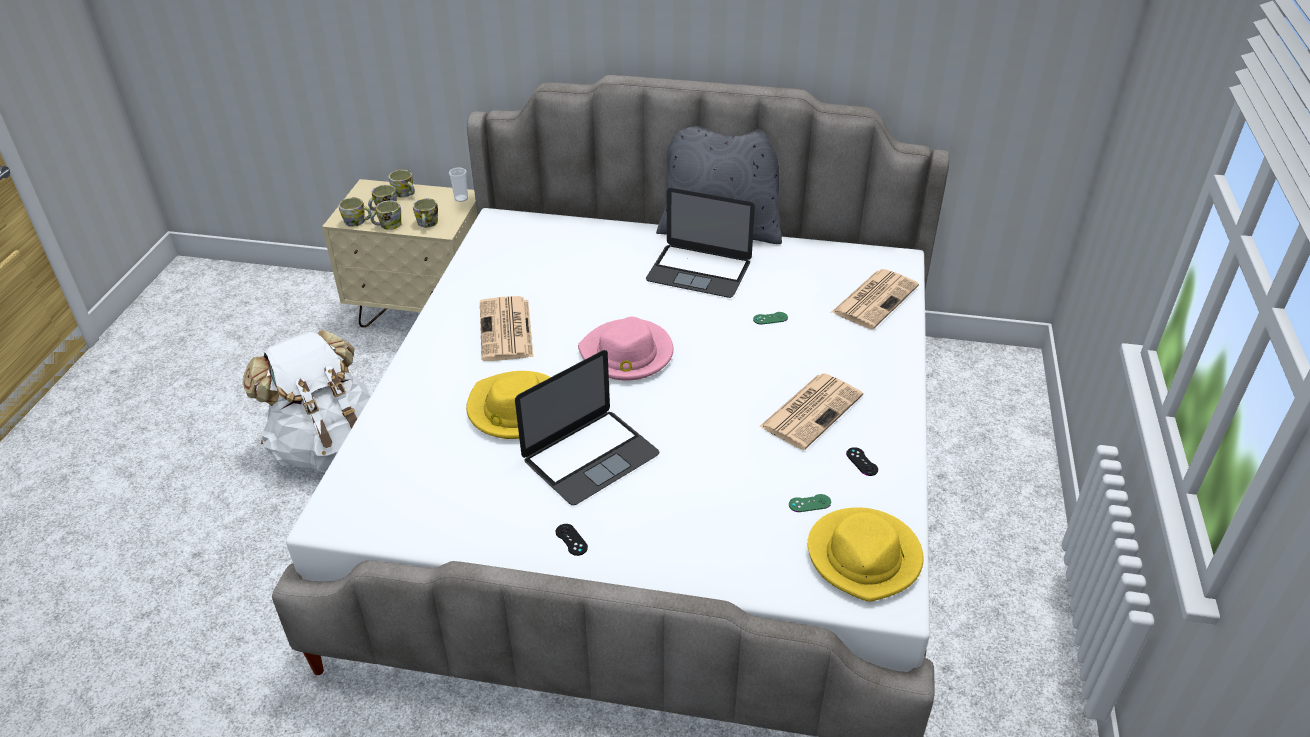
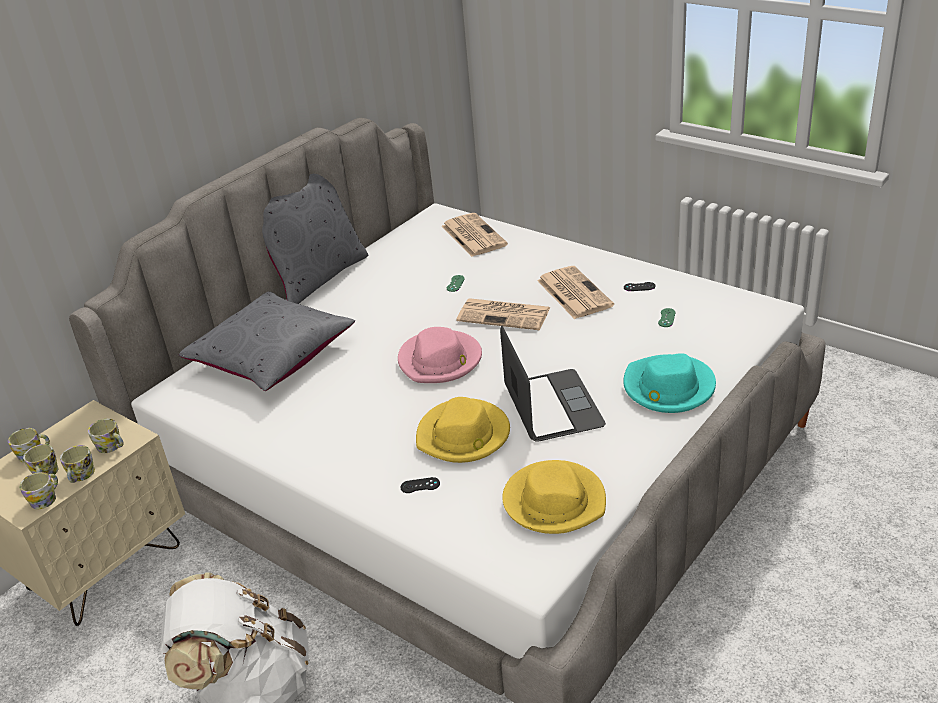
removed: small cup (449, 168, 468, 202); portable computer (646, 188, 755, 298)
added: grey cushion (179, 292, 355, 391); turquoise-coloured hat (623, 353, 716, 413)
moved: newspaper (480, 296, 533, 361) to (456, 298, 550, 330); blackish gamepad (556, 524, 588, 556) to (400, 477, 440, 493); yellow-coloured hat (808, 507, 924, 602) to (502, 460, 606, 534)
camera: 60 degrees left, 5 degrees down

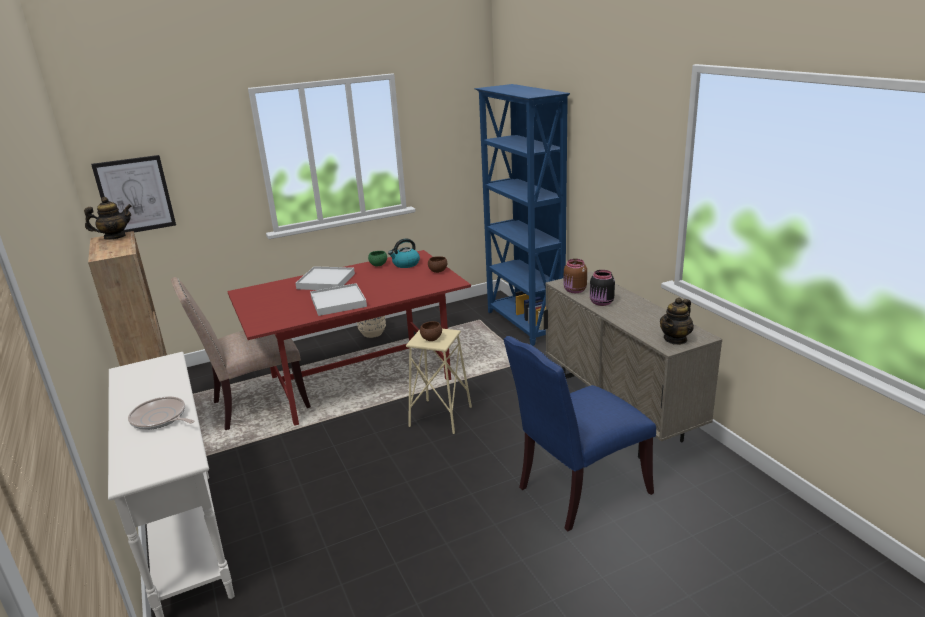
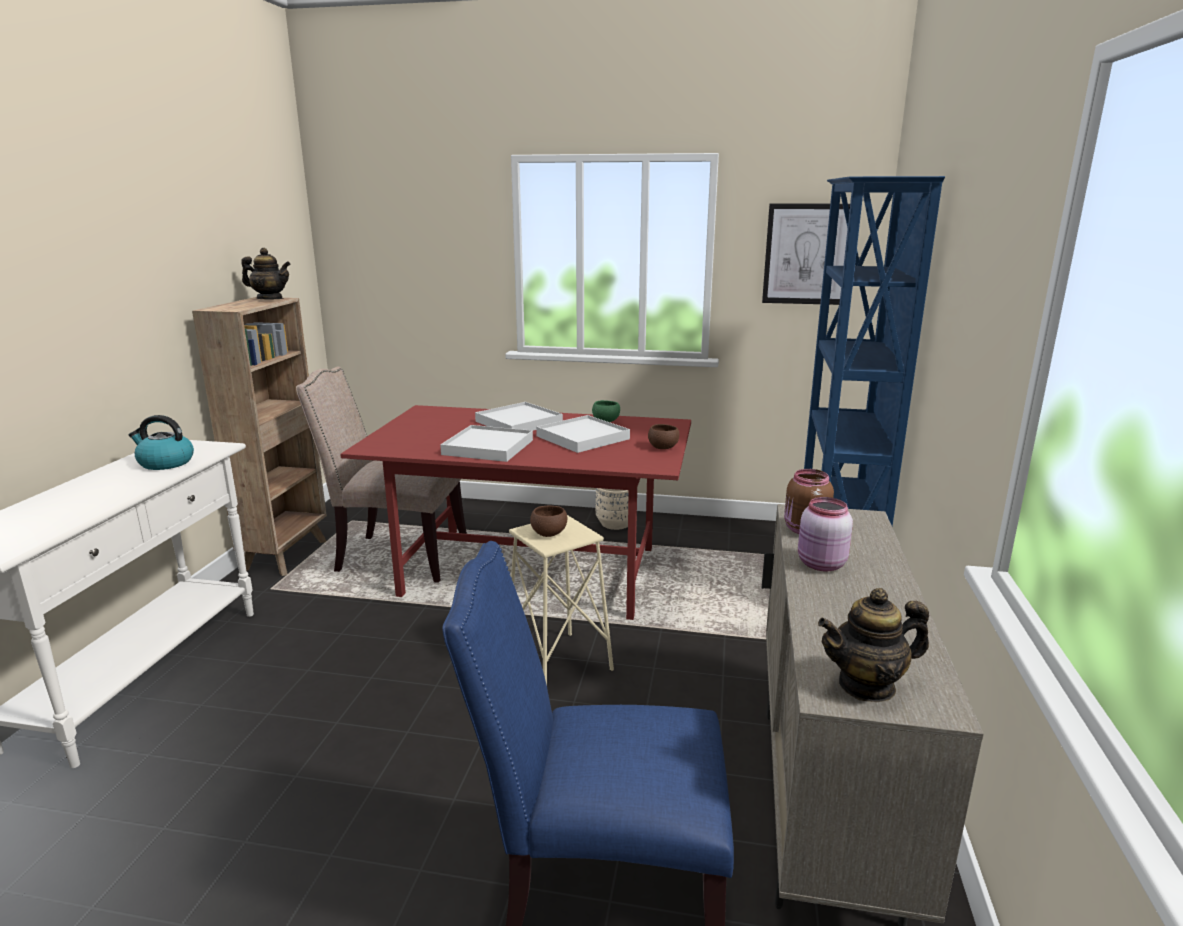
removed: pan (128, 396, 195, 430)
added: white-coloured tray (536, 415, 630, 453)
moved: picture (91, 155, 176, 232) to (762, 203, 850, 305); tea kettle (388, 238, 420, 268) to (129, 415, 194, 470)
recoloured: blackish jar (590, 270, 615, 306) to pink-coloured jar (798, 497, 853, 571)
camera: 35 degrees right, 5 degrees down

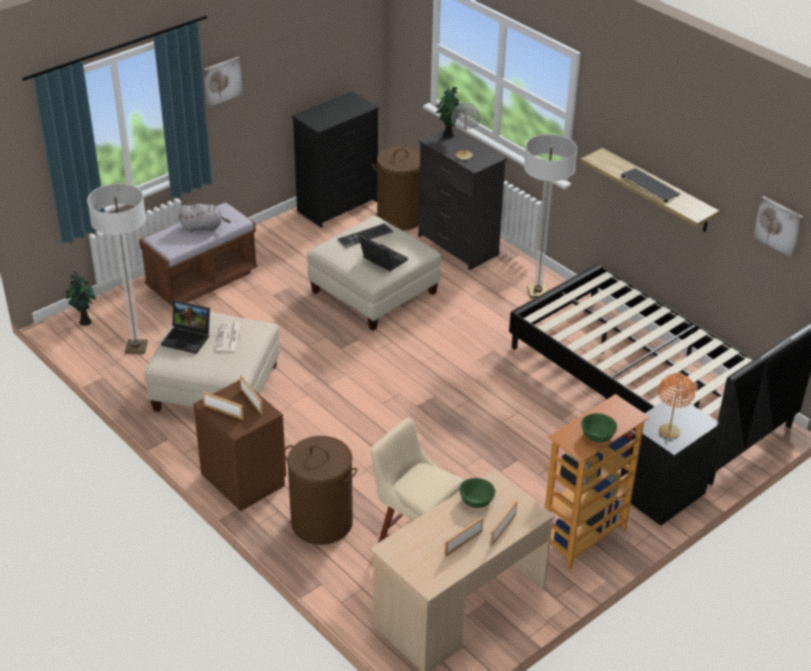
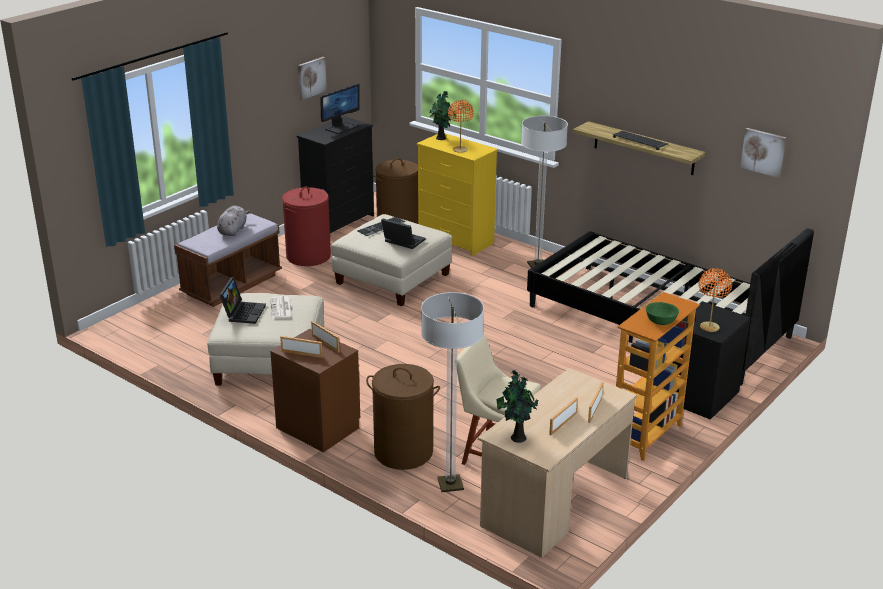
removed: greenish deep dish (459, 478, 495, 508)
added: red-coloured hamper (282, 186, 331, 266); computer screen (320, 83, 360, 134)
moved: houseplant (65, 271, 96, 326) to (496, 370, 539, 443); standing lamp (87, 183, 148, 354) to (421, 292, 484, 492); picture (204, 57, 243, 107) to (298, 57, 327, 100)
recoloured: blackish chest of drawers (418, 127, 507, 270) to yellow-coloured chest of drawers (417, 133, 498, 256); grey table lamp (451, 103, 481, 160) to orangey table lamp (448, 100, 474, 153)
turned: portable computer (161, 300, 210, 354) = (220, 277, 266, 324) 90 degrees counterclockwise; grey plush toy (178, 204, 231, 232) = (217, 206, 250, 236) 60 degrees counterclockwise
camera: 10 degrees left, 10 degrees down

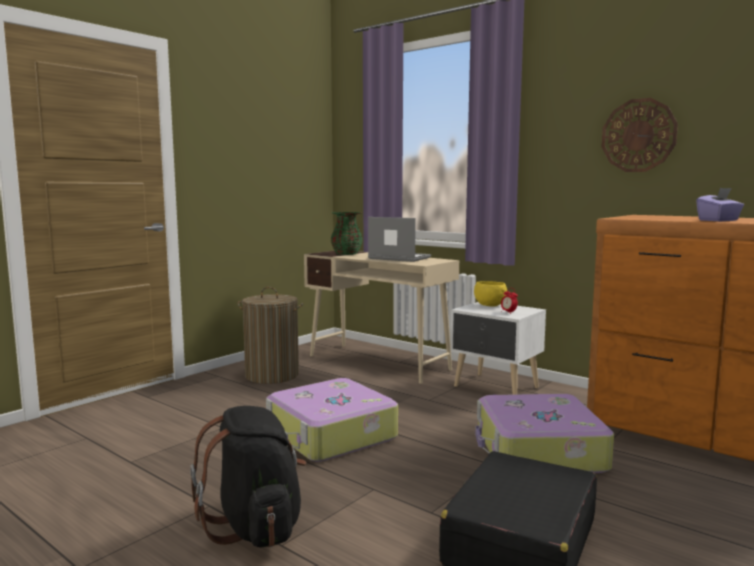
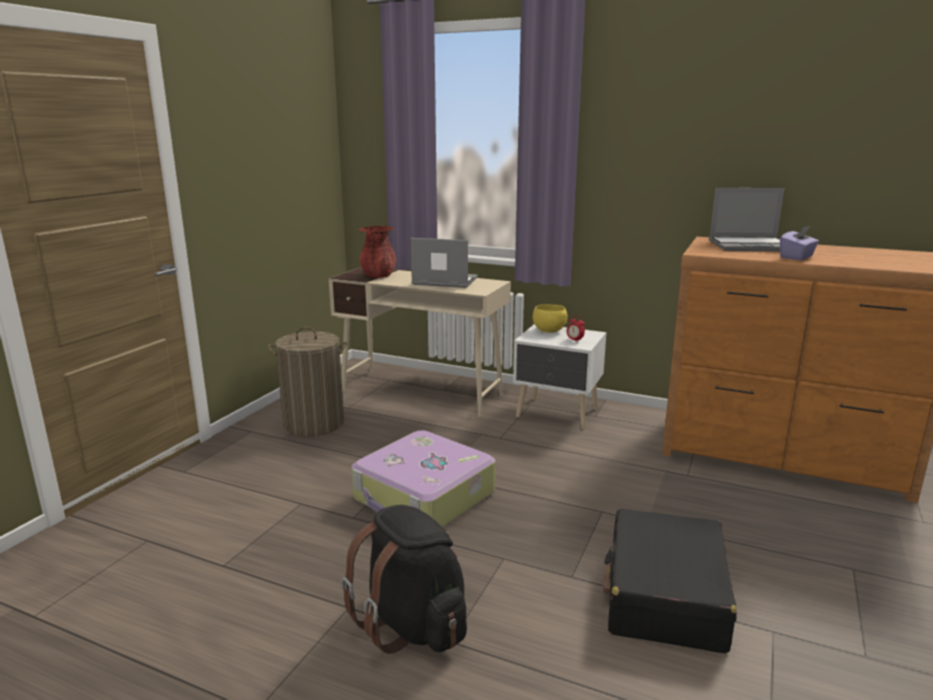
removed: travel case (475, 394, 614, 473); wall clock (601, 98, 678, 172)
added: portable computer (709, 188, 784, 252)
recoloured: greenish flower vase (331, 212, 363, 255) to red-coloured flower vase (359, 226, 396, 278)
camera: 15 degrees left, 10 degrees up

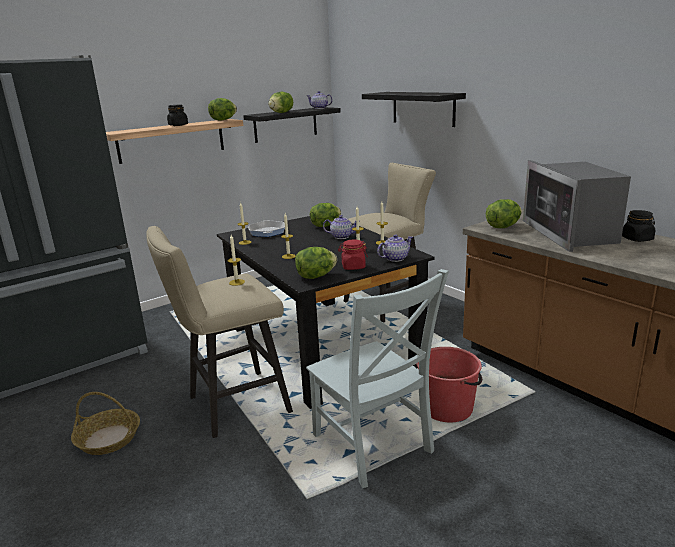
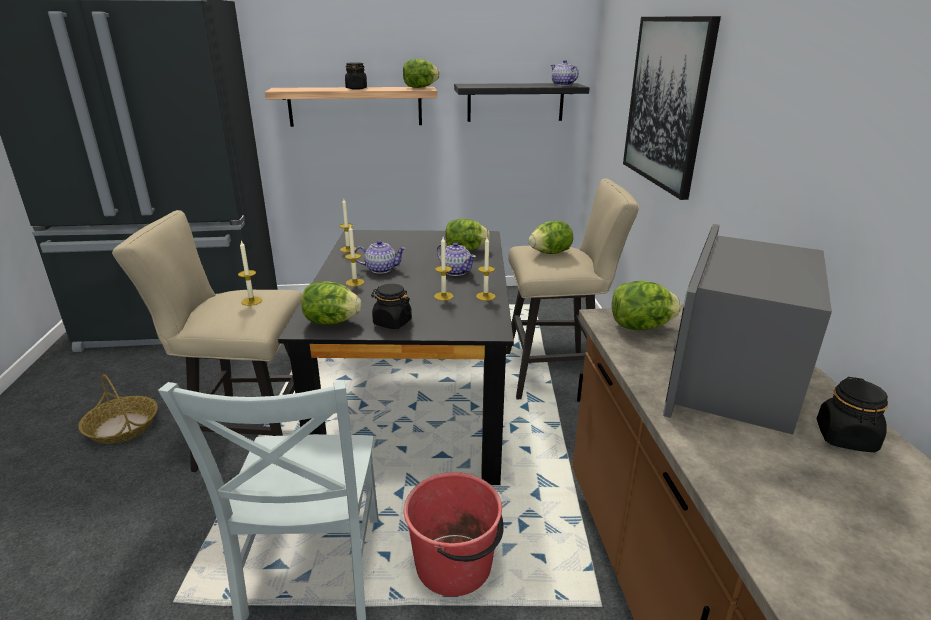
removed: pan (248, 220, 285, 237)
moved: head of lettuce (268, 92, 293, 113) to (528, 221, 573, 254); teapot (377, 234, 413, 262) to (355, 240, 406, 274)
replaced: blackish bracket shelf (362, 92, 466, 127) to picture (623, 16, 721, 200)
recoloured: red-coloured jar (338, 240, 368, 270) to blackish jar (371, 284, 412, 329)
camera: 30 degrees right, 5 degrees up

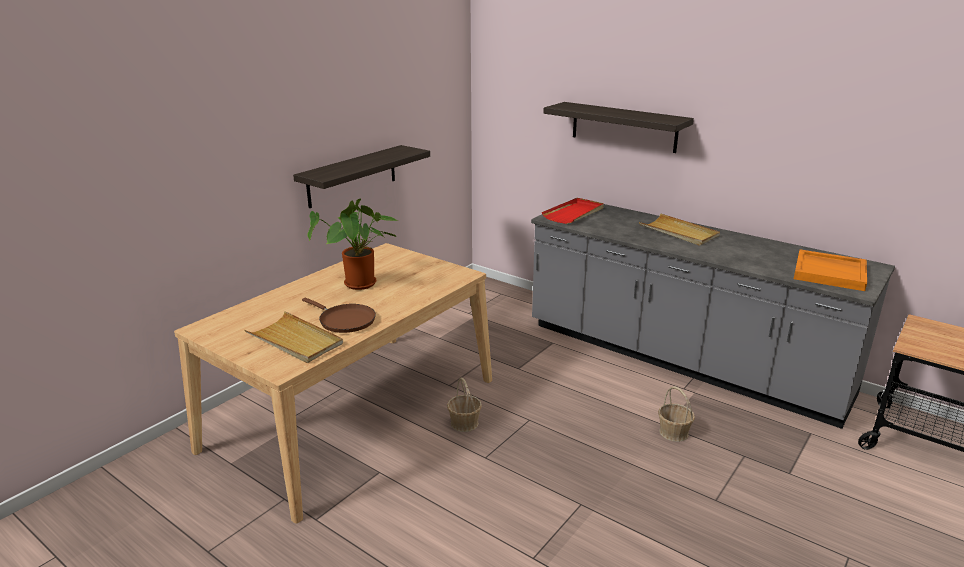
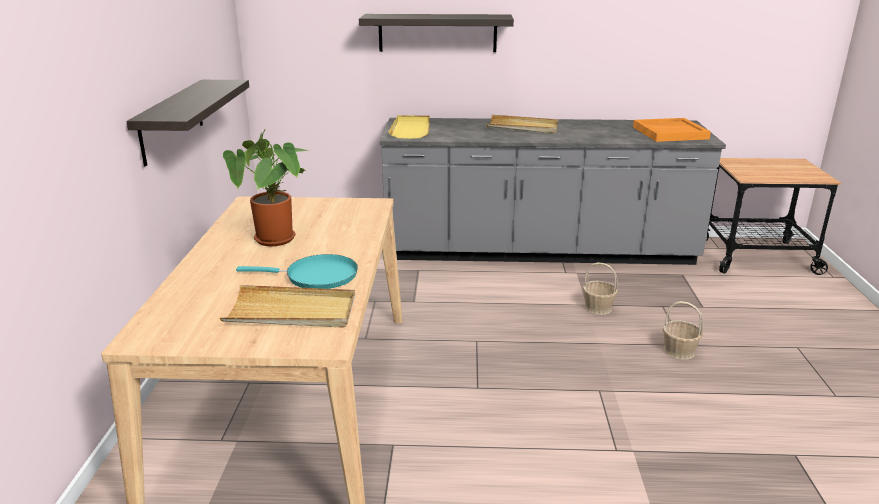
moved: storage basket (447, 378, 482, 432) to (663, 301, 703, 360)
recoloured: brown-coloured pan (302, 298, 376, 333) to turquoise-coloured pan (236, 254, 358, 289); red-coloured tray (542, 198, 604, 224) to yellow-coloured tray (388, 115, 430, 139)
camera: 35 degrees left, 0 degrees up

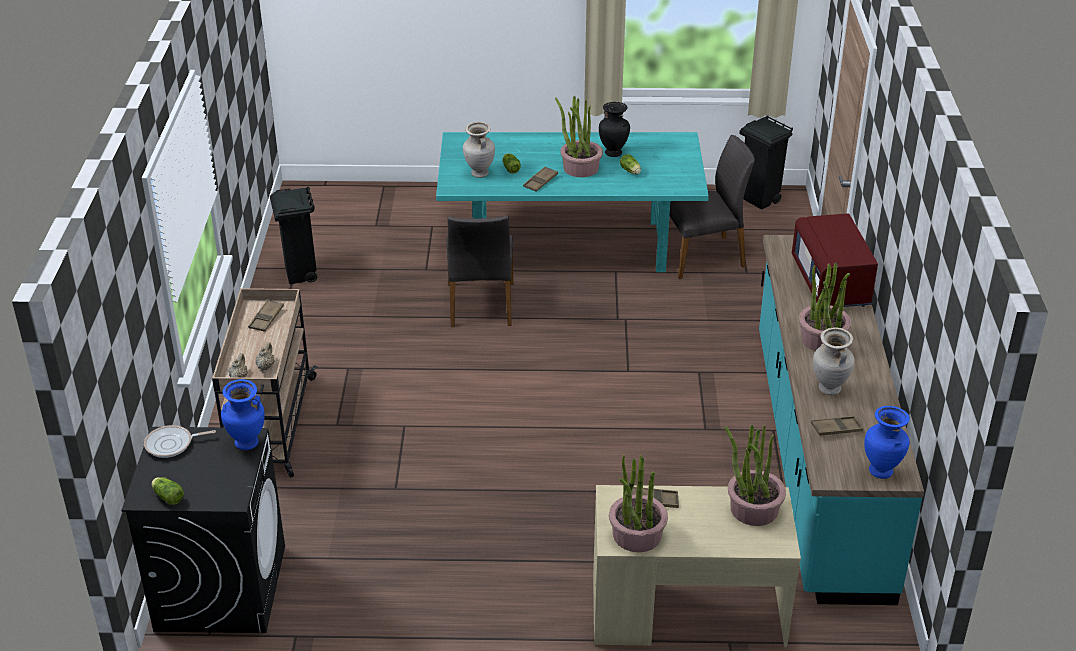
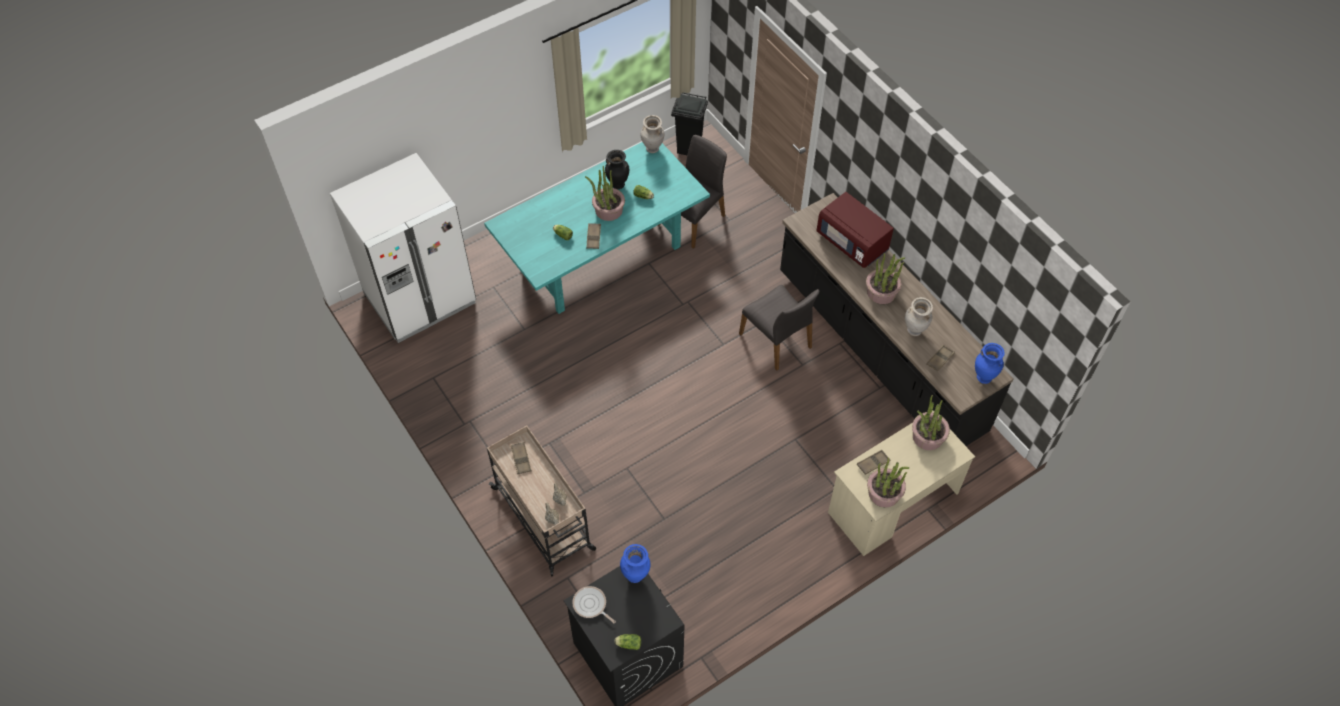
removed: blackish trash can (270, 186, 317, 284)
added: white-coloured fridge (330, 153, 476, 343)
moved: grey upright chair (446, 215, 513, 327) to (739, 285, 819, 371); sand-coloured flower vase (463, 122, 495, 178) to (640, 115, 664, 153)
recoloured: turquoise-coloured kitchen base unit (759, 235, 924, 605) to blackish kitchen base unit (780, 193, 1014, 446)
turned: pan (144, 425, 216, 458) = (572, 586, 616, 623) 90 degrees clockwise
camera: 35 degrees left, 20 degrees up

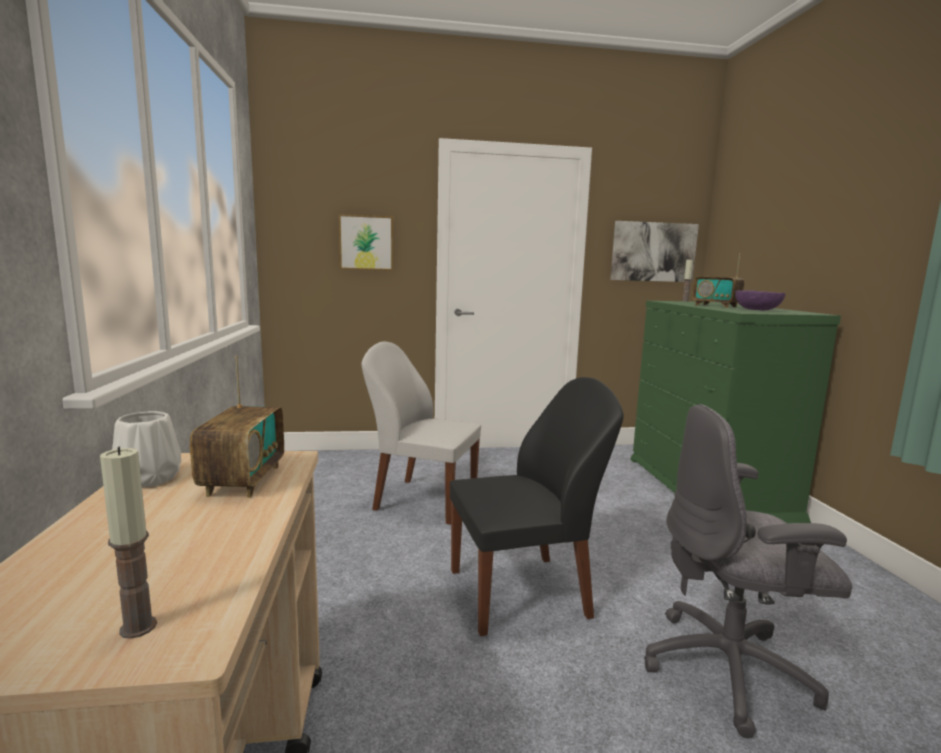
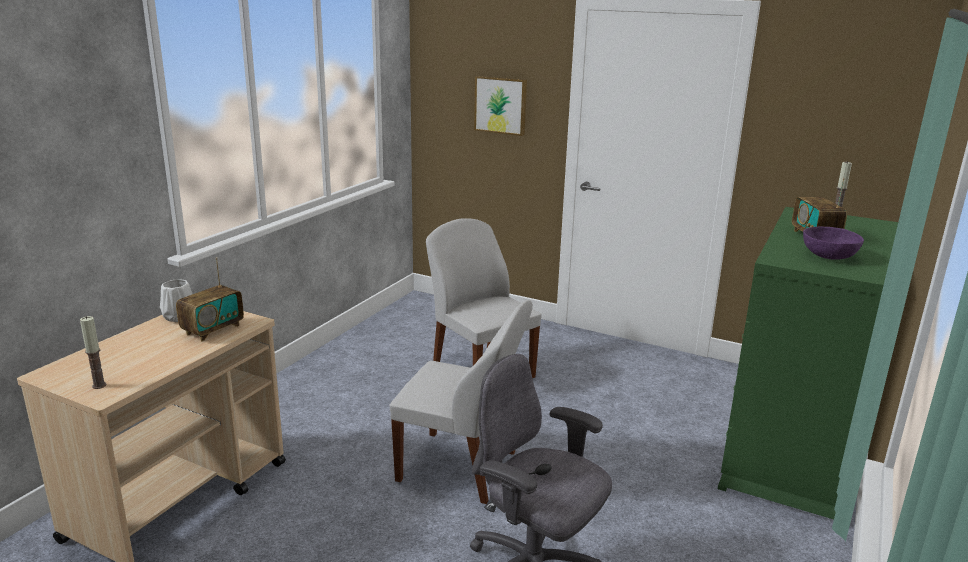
removed: picture (610, 221, 699, 282)
recoloured: blackish upright chair (450, 377, 624, 636) to white-coloured upright chair (390, 300, 533, 504)
camera: 35 degrees right, 10 degrees up

